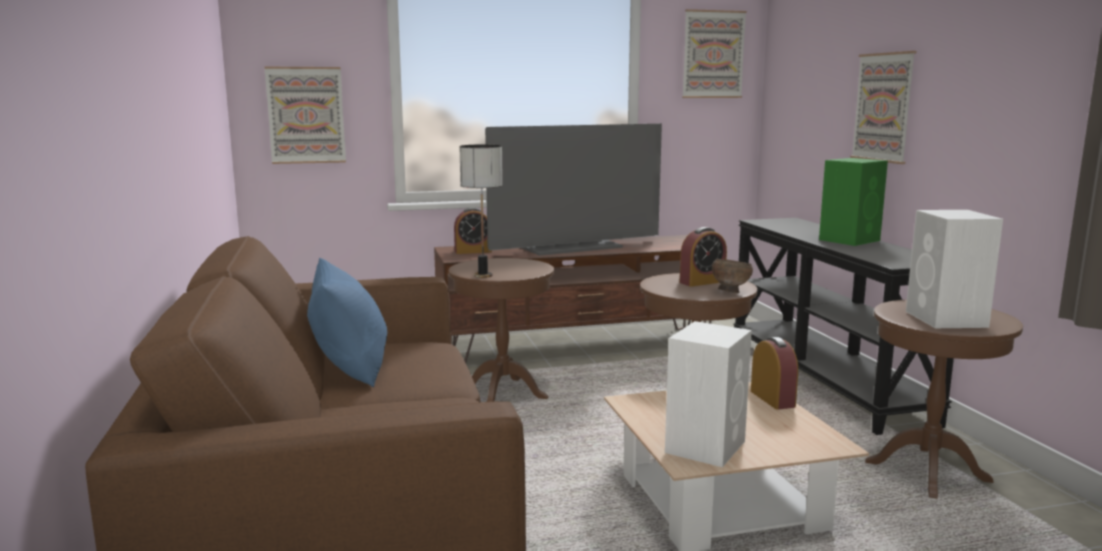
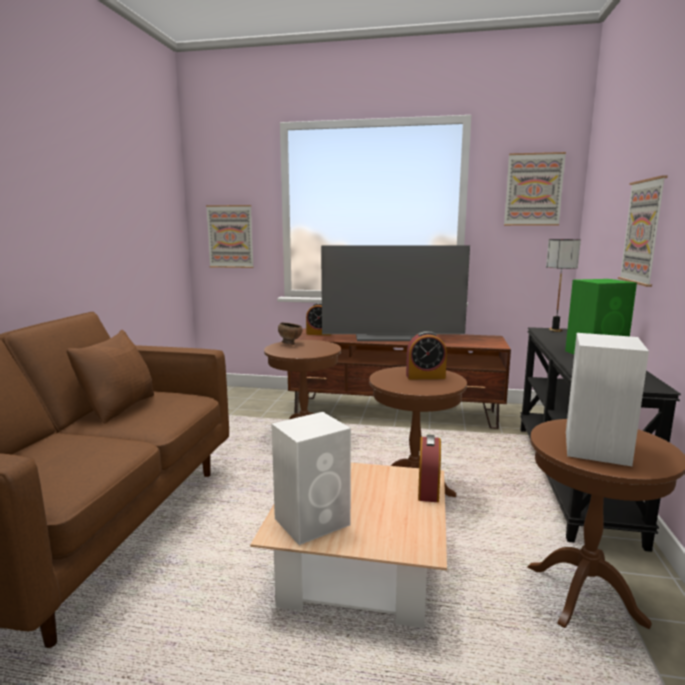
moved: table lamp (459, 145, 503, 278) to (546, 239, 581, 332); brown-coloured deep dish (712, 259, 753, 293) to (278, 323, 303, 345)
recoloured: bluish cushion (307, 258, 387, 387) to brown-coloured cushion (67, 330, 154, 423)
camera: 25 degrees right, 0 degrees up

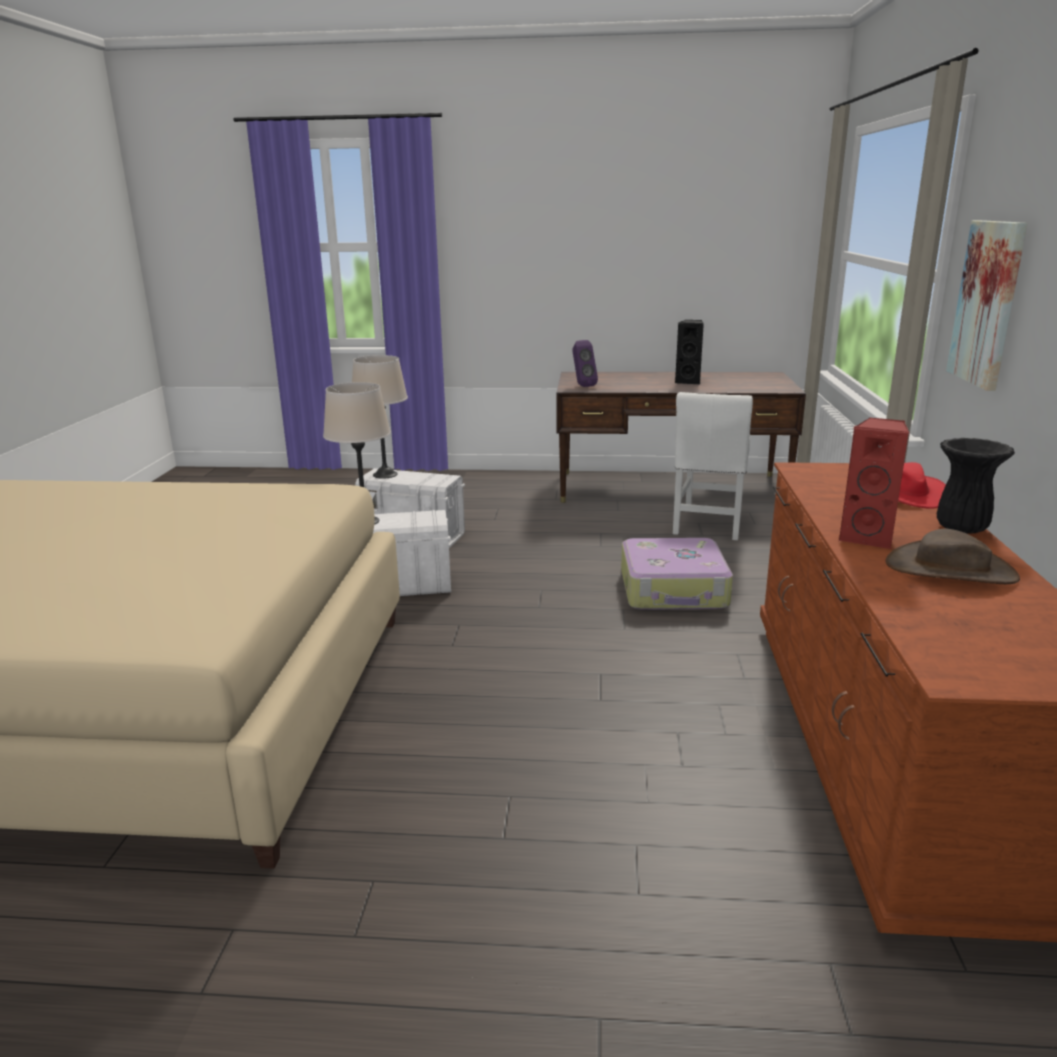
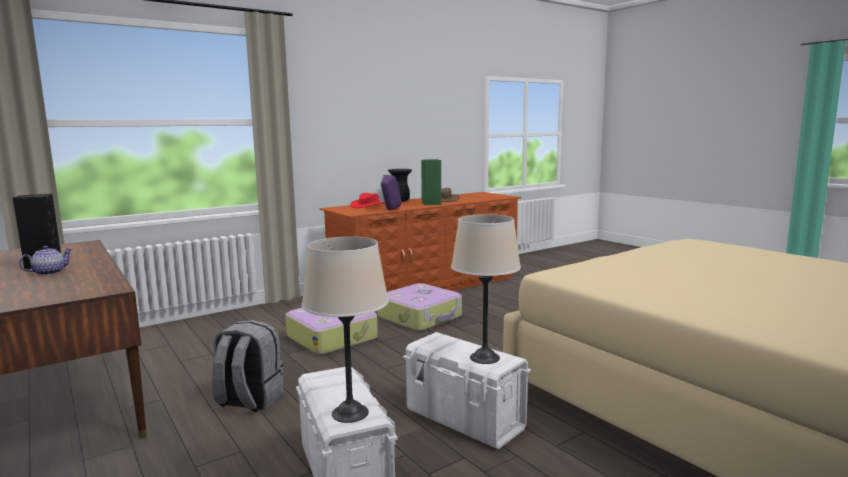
removed: white-coloured upright chair (673, 392, 753, 540); picture (946, 220, 1027, 391)
added: teapot (19, 246, 72, 275); grey knapsack (212, 320, 283, 412); travel case (378, 283, 462, 331)
moved: purplish loudspeaker (572, 340, 598, 387) to (381, 175, 402, 210)
recoloured: red-coloured loudspeaker (838, 418, 909, 550) to greenish loudspeaker (421, 159, 441, 205)
camera: 130 degrees left, 10 degrees down

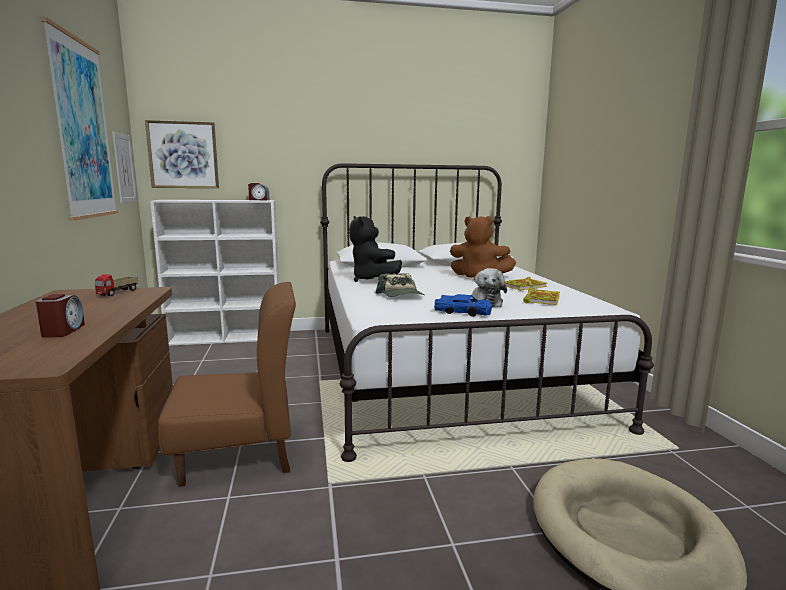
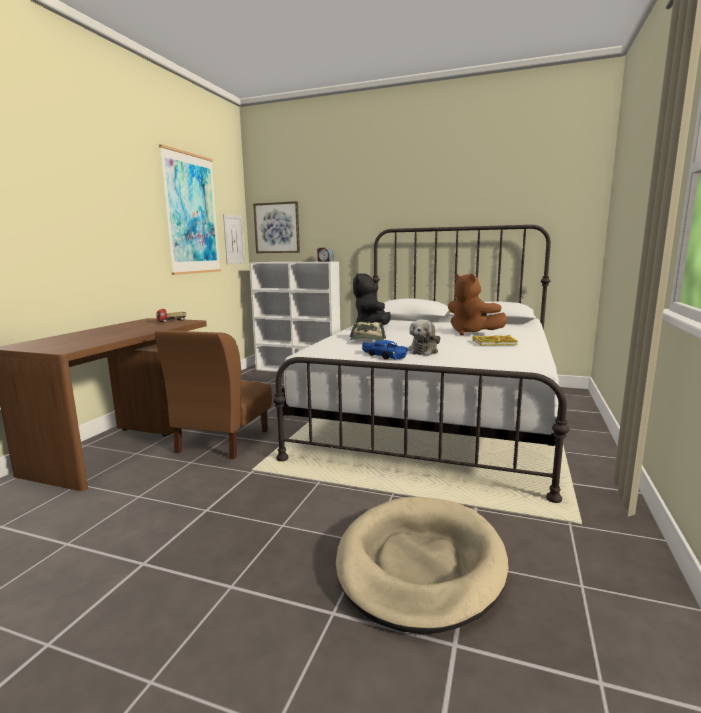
removed: bedside clock (36, 294, 85, 338); volume (523, 288, 560, 305)
turned: brown-coloured upright chair (158, 282, 296, 487) = (155, 330, 272, 459) 90 degrees clockwise
camera: 30 degrees right, 0 degrees up

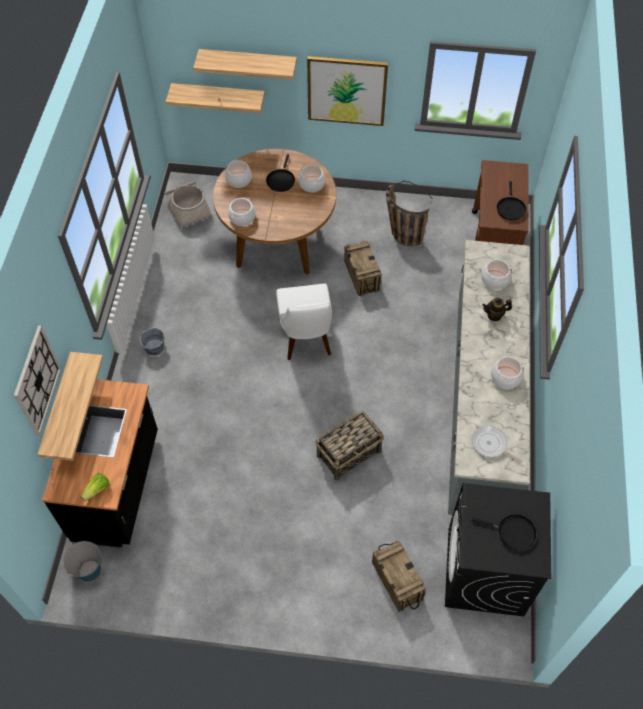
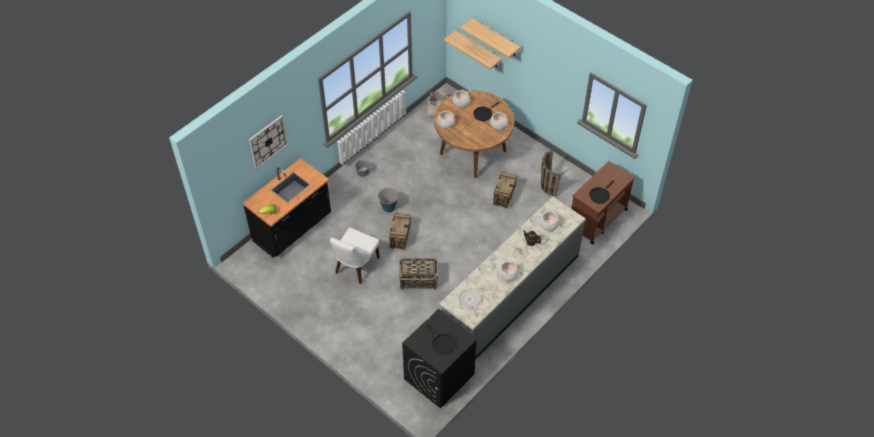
removed: bracket shelf (37, 352, 103, 461); picture (307, 56, 388, 126)
moved: pail (63, 541, 101, 582) to (378, 188, 399, 212); white-coloured upright chair (276, 284, 332, 360) to (330, 228, 380, 284); shipping crate (372, 541, 426, 612) to (389, 212, 411, 250)
camera: 35 degrees right, 5 degrees down

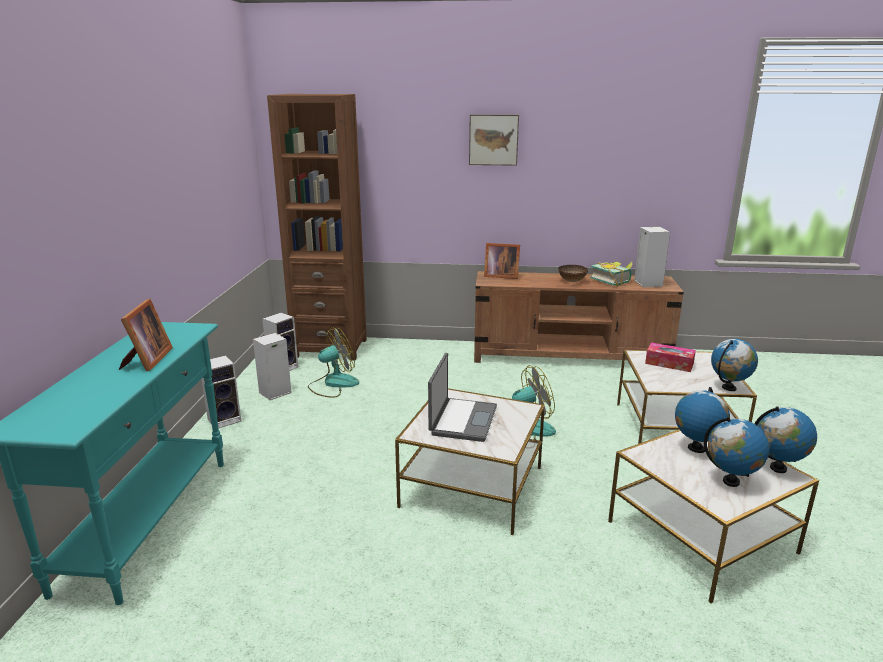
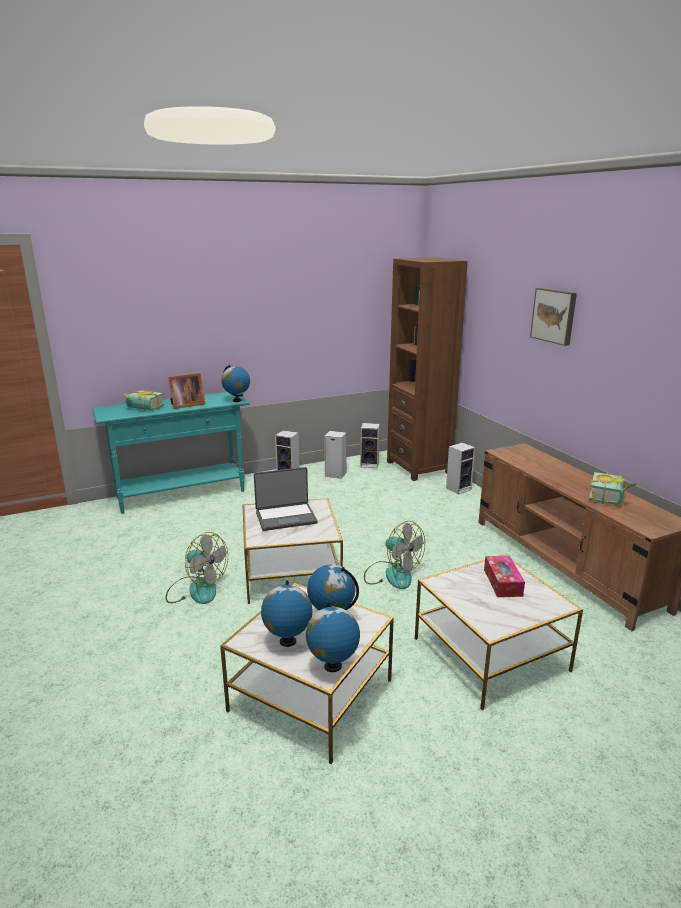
removed: picture frame (484, 243, 520, 279); deep dish (558, 265, 588, 282)
added: volume (124, 390, 165, 410)
moved: cooling fan (308, 327, 359, 398) to (166, 532, 228, 604); loudspeaker (634, 227, 670, 287) to (446, 442, 475, 495); globe (711, 339, 758, 391) to (221, 365, 250, 402)
camera: 60 degrees right, 0 degrees up

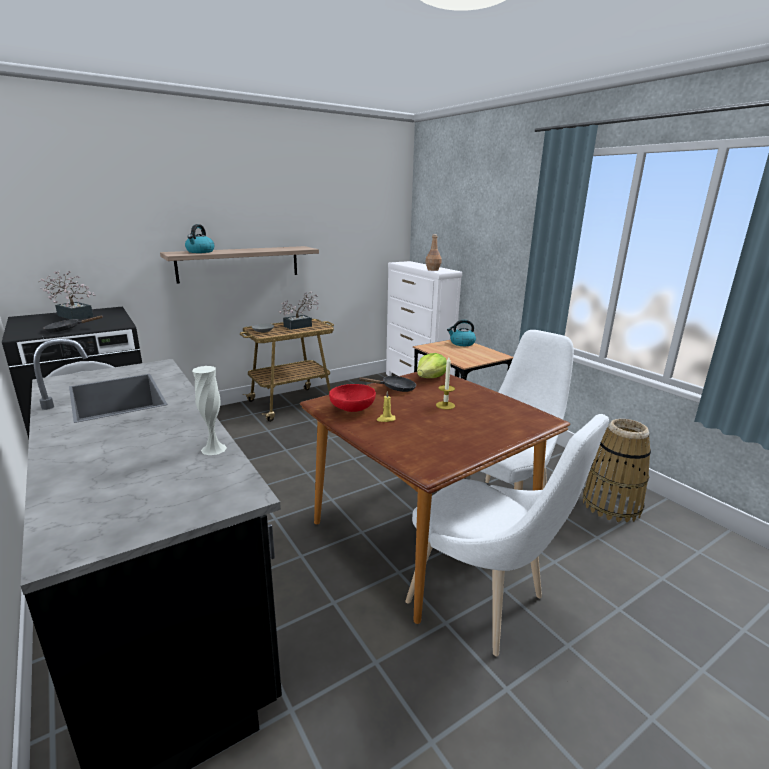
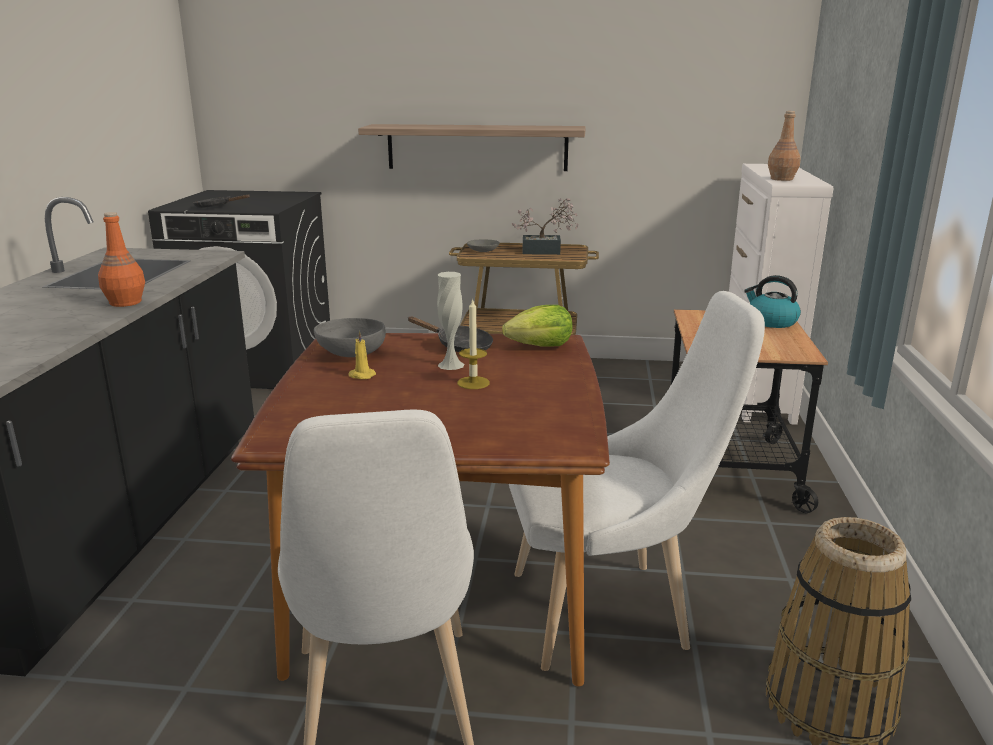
removed: houseplant (39, 271, 96, 319); tea kettle (185, 224, 215, 253)
added: orangey drink bottle (98, 212, 145, 307)
moved: white-coloured flower vase (192, 366, 227, 455) to (437, 272, 465, 370)
recoloured: red-coloured deep dish (329, 384, 376, 412) to grey deep dish (314, 318, 386, 357)
camera: 40 degrees right, 0 degrees up

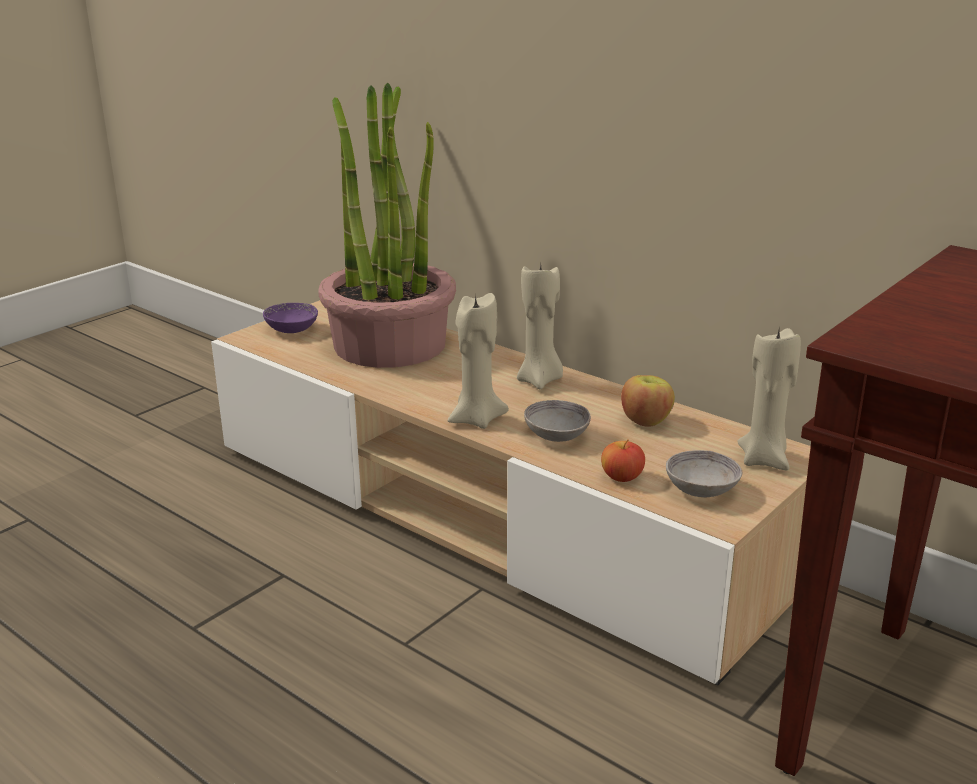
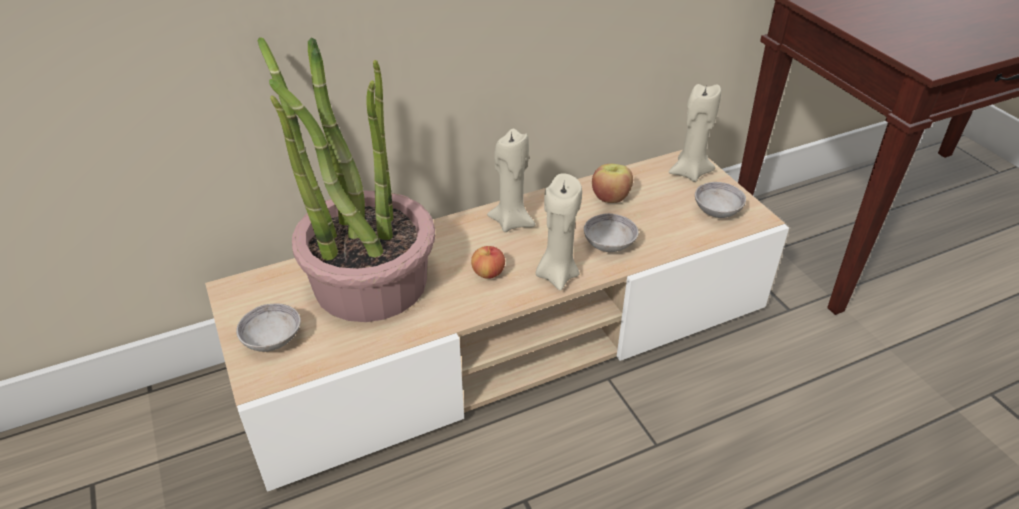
moved: apple fruit (601, 439, 645, 482) to (471, 246, 505, 279)
recoloured: purplish deep dish (263, 303, 318, 333) to grey deep dish (236, 304, 301, 352)
camera: 65 degrees left, 15 degrees up

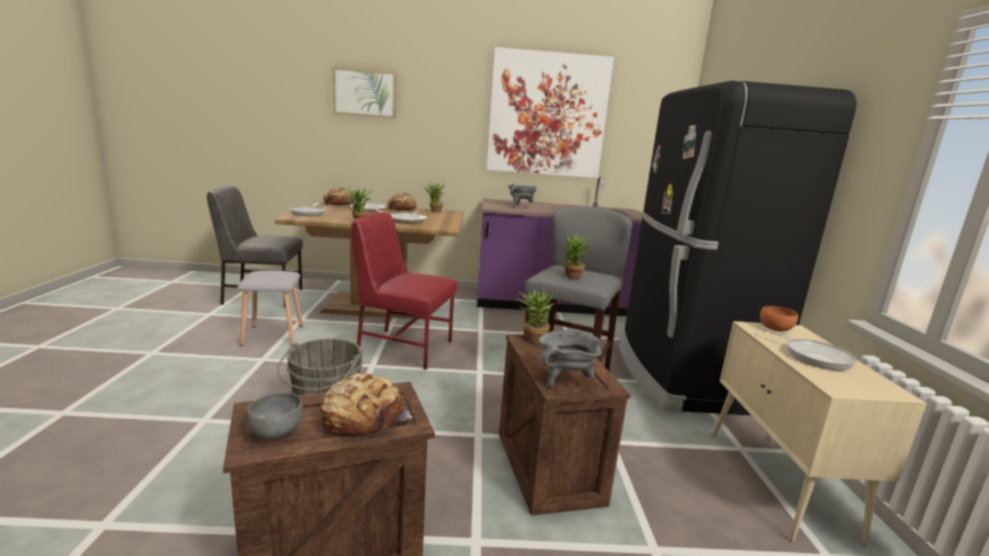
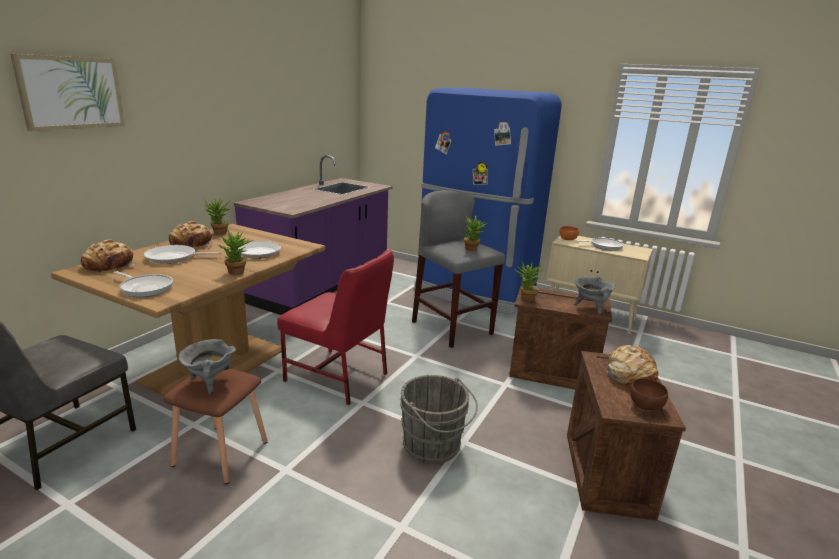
removed: picture (486, 47, 614, 178)
moved: grey cooking pot (508, 183, 537, 208) to (179, 339, 236, 395)
recoloured: grey sitting stool (237, 271, 303, 346) to brown-coloured sitting stool (164, 369, 268, 484); grey deep dish (246, 393, 303, 439) to brown-coloured deep dish (630, 378, 668, 410); blackish fridge (619, 81, 857, 415) to bluish fridge (414, 88, 562, 314)
turned: red-coloured upright chair (351, 212, 457, 370) = (277, 250, 394, 405) 105 degrees counterclockwise
camera: 60 degrees left, 5 degrees up

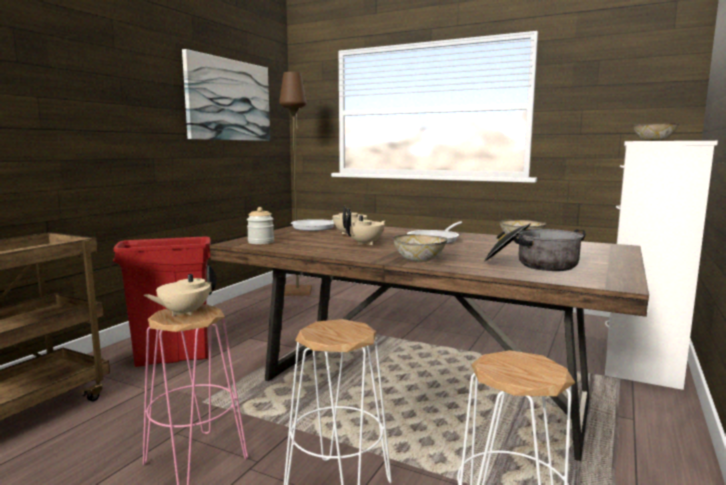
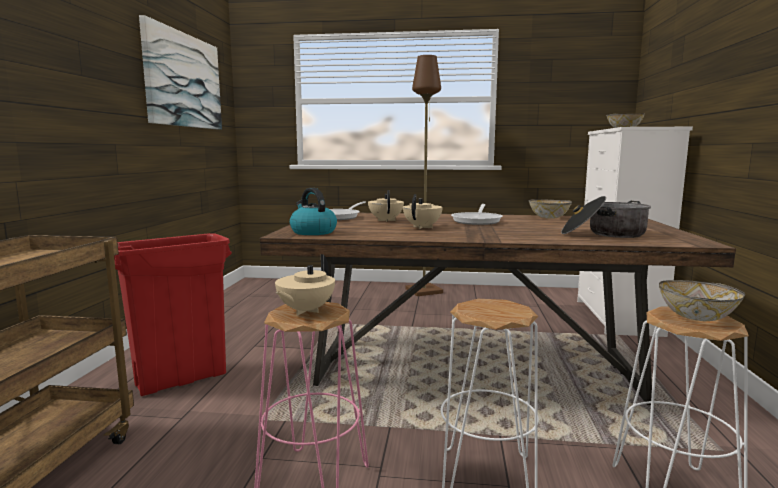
moved: brown-coloured standing lamp (279, 72, 312, 296) to (405, 55, 443, 296); deep dish (393, 234, 448, 262) to (659, 280, 745, 321)
replaced: jar (247, 207, 274, 244) to tea kettle (290, 188, 337, 235)
camera: 20 degrees left, 0 degrees up

